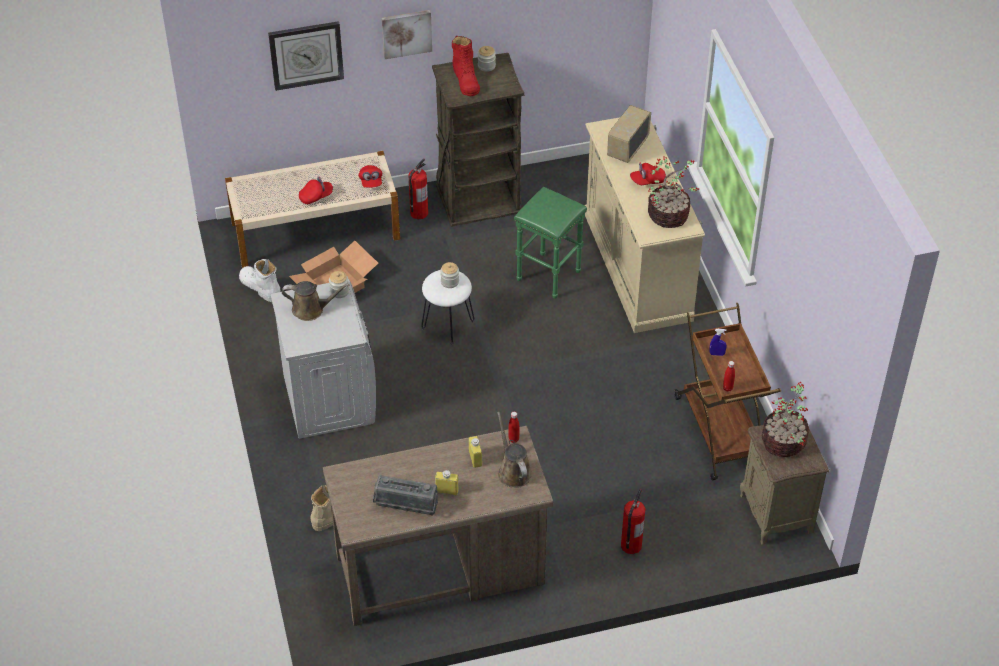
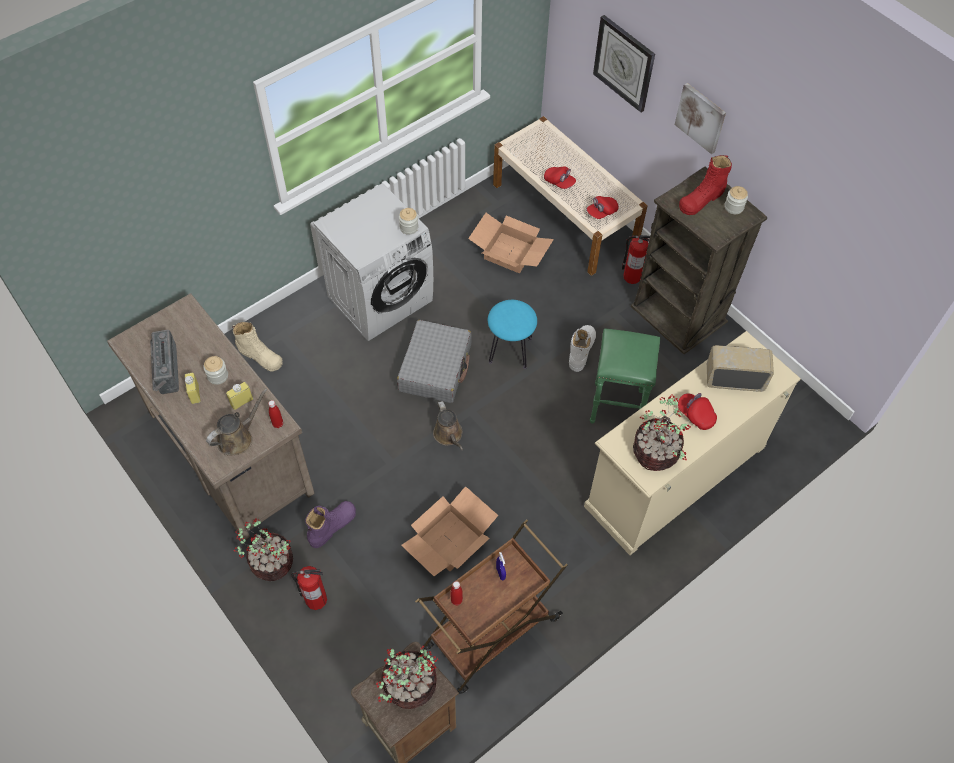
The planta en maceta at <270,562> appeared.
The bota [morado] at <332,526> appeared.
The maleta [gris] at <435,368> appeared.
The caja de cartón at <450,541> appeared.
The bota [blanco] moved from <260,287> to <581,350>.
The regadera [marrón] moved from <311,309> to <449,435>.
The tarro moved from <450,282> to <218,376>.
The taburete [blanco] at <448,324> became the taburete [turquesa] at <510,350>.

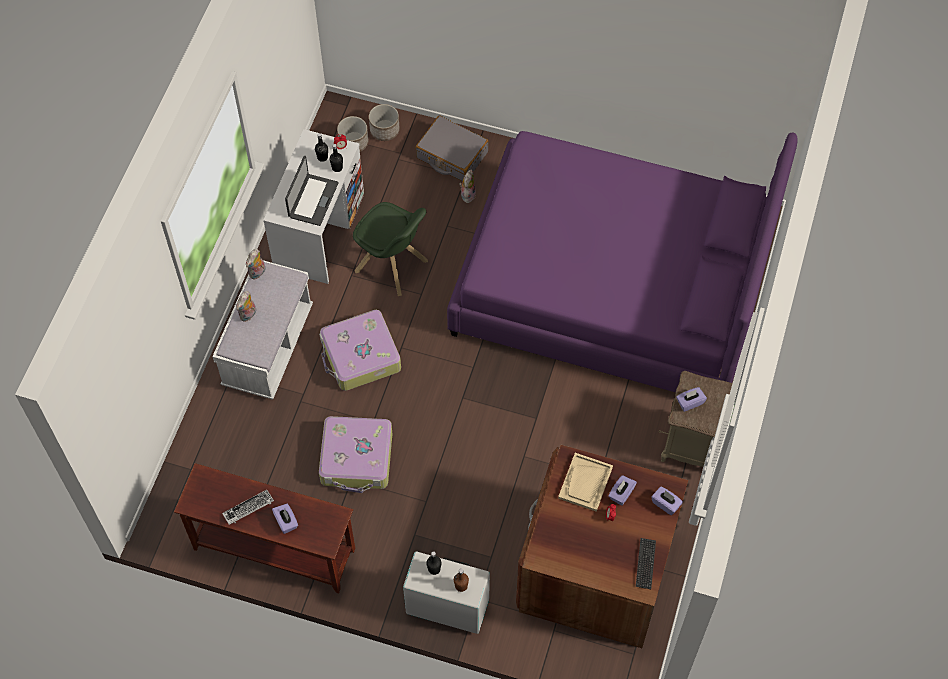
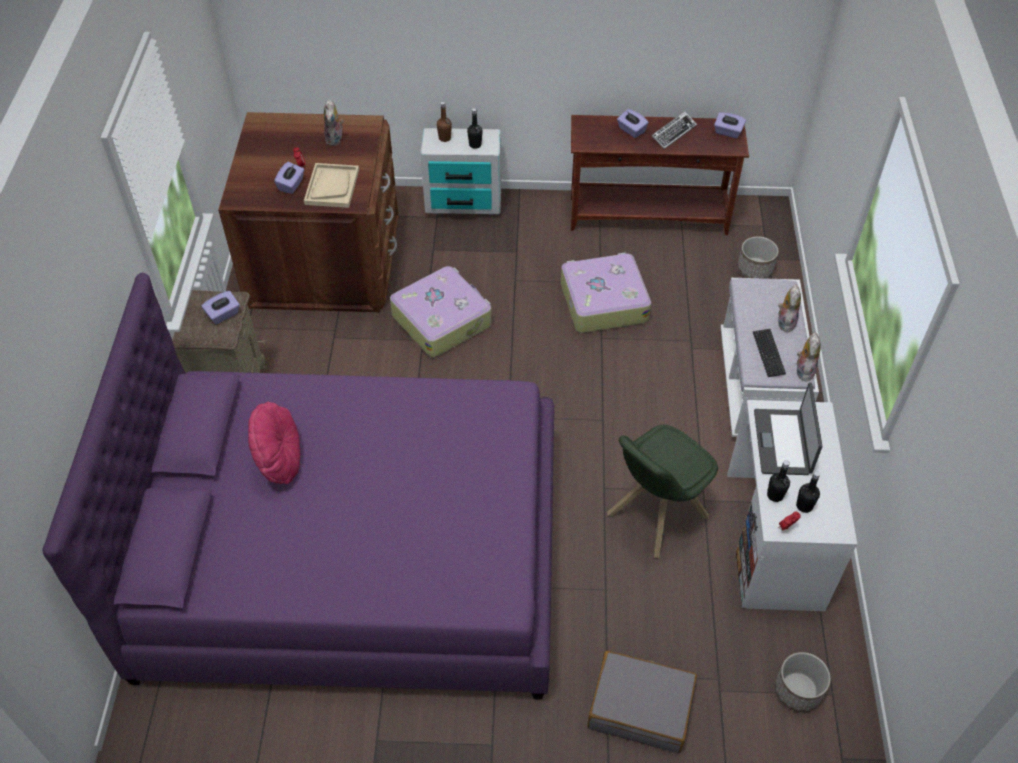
The cojín [rosa] at <280,463> appeared.
The maleta moved from <360,356> to <442,319>.
The maceta moved from <384,130> to <755,270>.
The peluche moved from <467,194> to <335,139>.
The teclado moved from <645,564> to <768,353>.
The caja de pañuelos [morado] moved from <666,504> to <728,132>.
The silla [verde] at <392,266> turned 60 degrees counterclockwise.

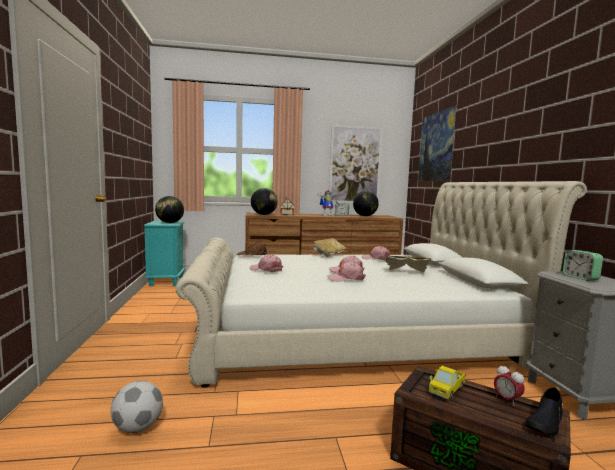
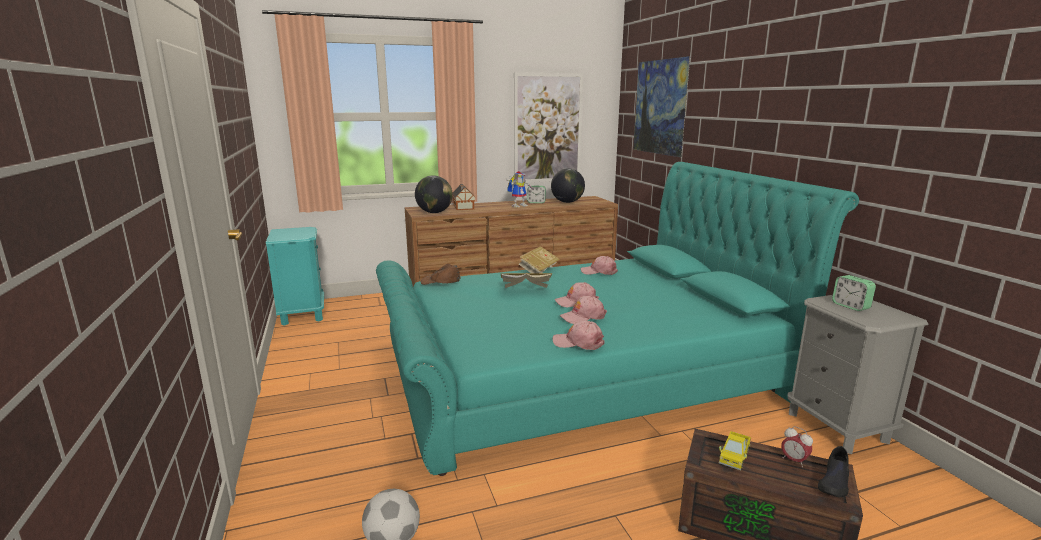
The globo terráqueo at <170,223> disappeared.
The gorra [rosa] moved from <266,269> to <578,342>.
The libro moved from <406,272> to <526,290>.
The cama [beis] at <352,331> became the cama [turquesa] at <581,369>.

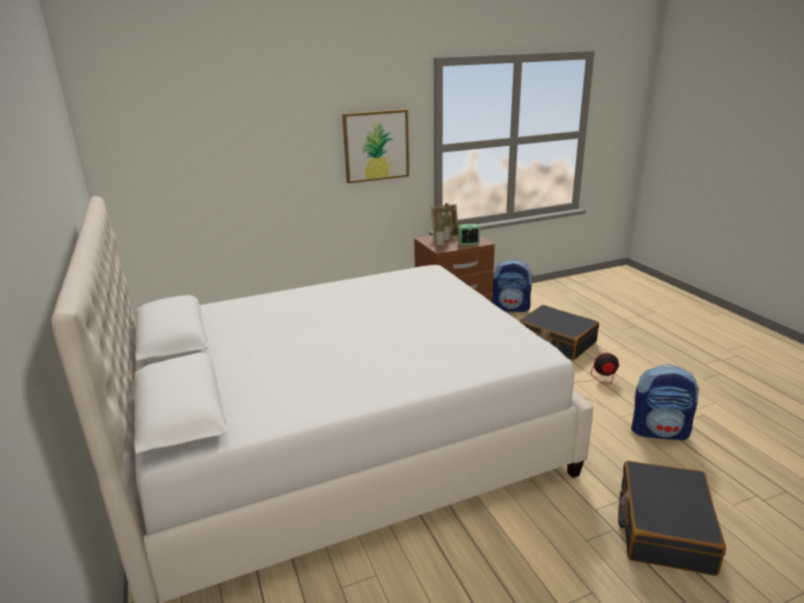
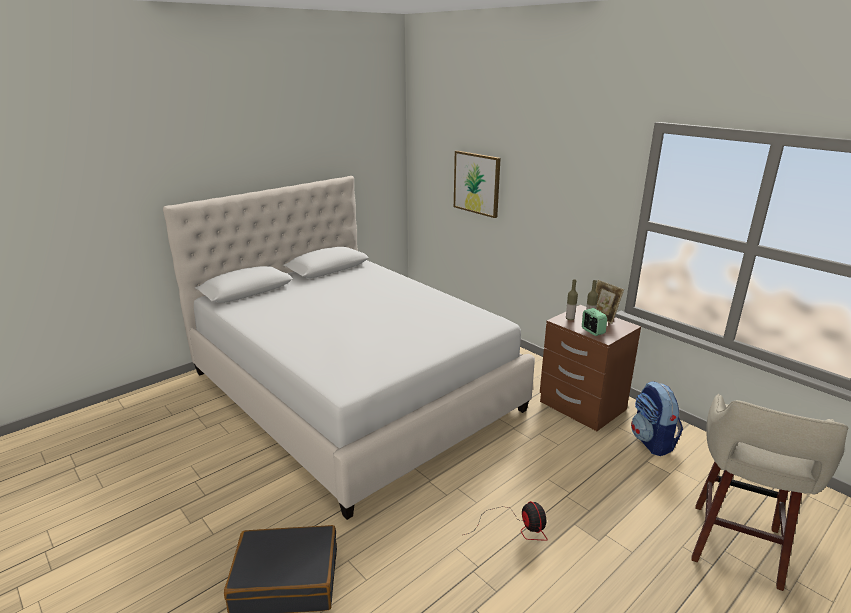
The maleta [negro] at <556,341> disappeared.
The mochila at <659,431> disappeared.
The taburete [beis] at <735,548> appeared.
The cuadro moved from <376,146> to <477,183>.

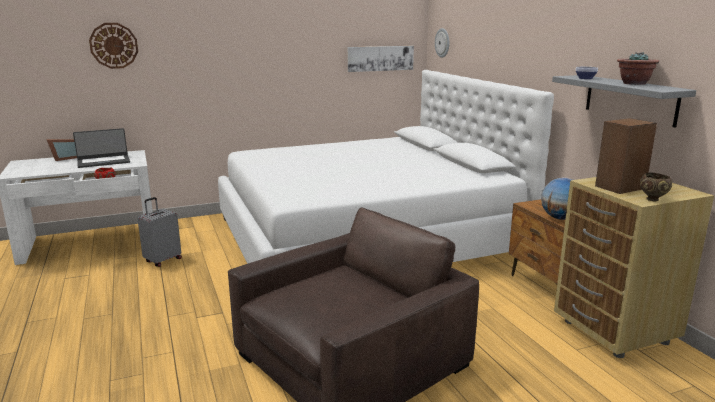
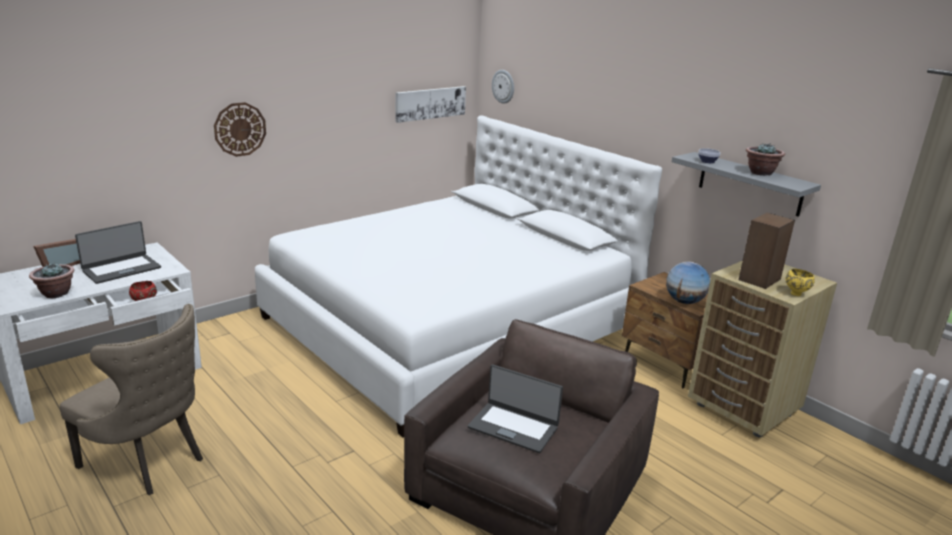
The maleta [gris] at <162,260> disappeared.
The planta en maceta at <56,293> appeared.
The silla [beis] at <148,461> appeared.
The portátil at <513,427> appeared.
The reloj de pared moved from <114,45> to <240,129>.
The cuenco [marrón] at <653,199> became the cuenco [amarillo] at <796,294>.

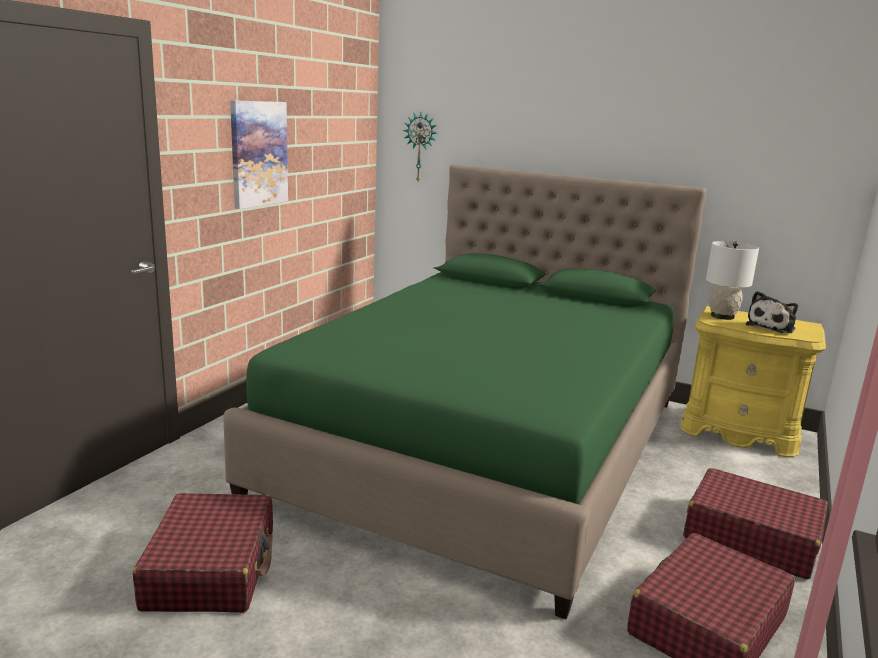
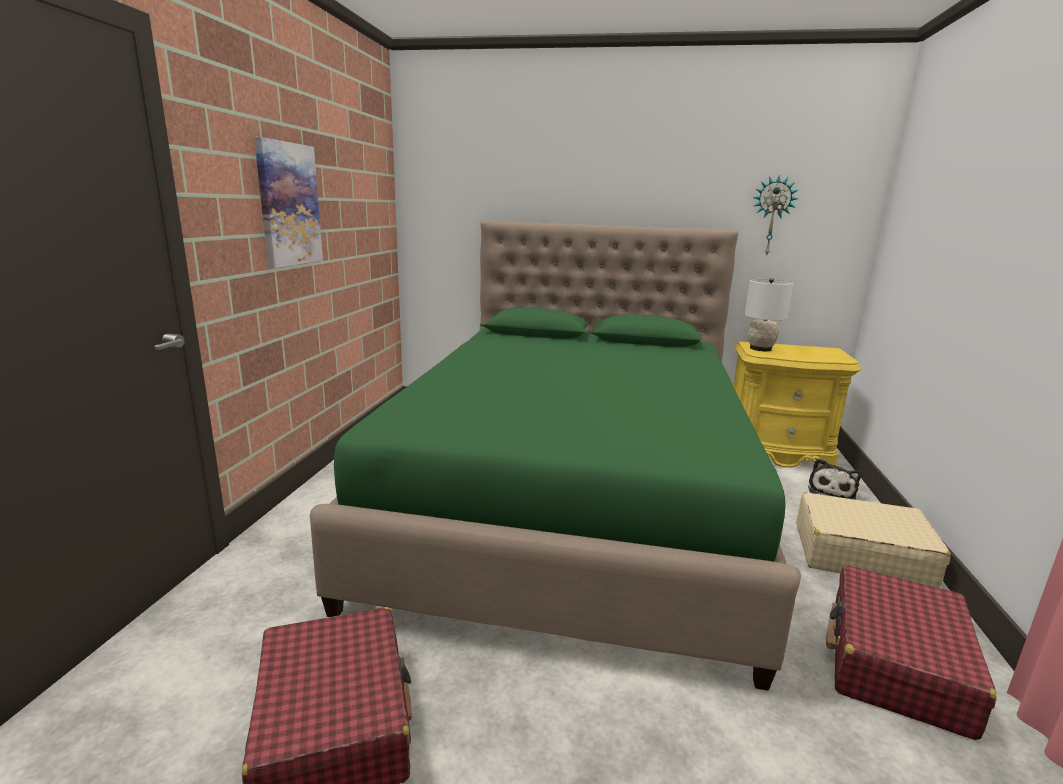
The reloj de pared moved from <420,147> to <772,216>.
The peluche moved from <772,327> to <831,490>.
The maleta [rojo] at <750,537> became the maleta [beis] at <860,555>.

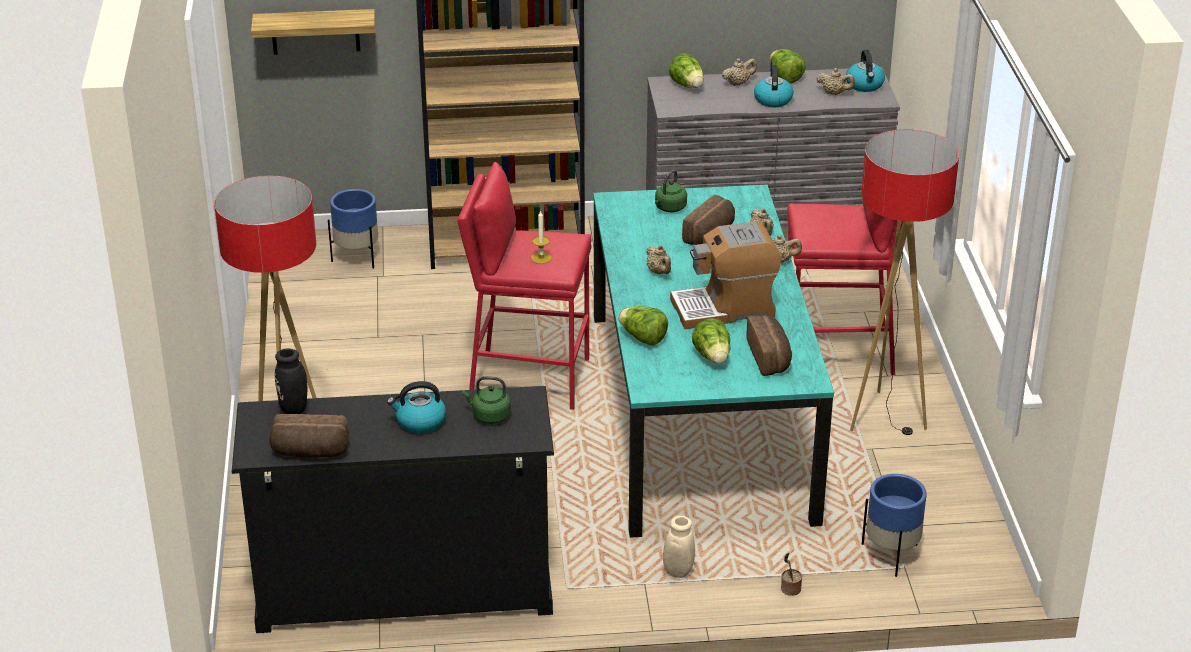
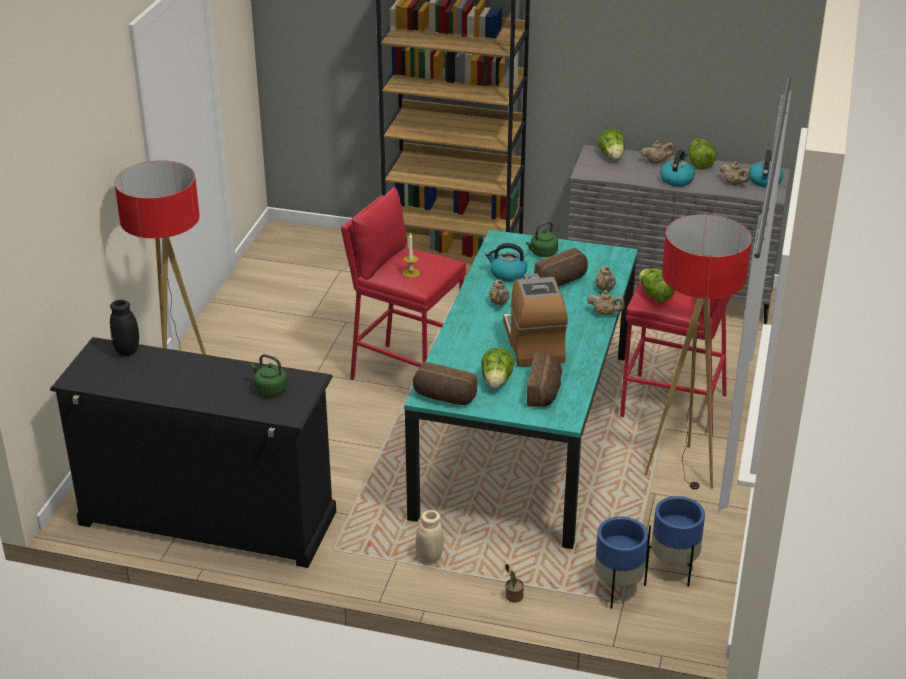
The estante at <315,31> disappeared.
The pan moved from <310,452> to <443,397>.
The maceta [azul] moved from <357,258> to <674,567>.
The hervidor moved from <420,422> to <507,274>.
The lechuga moved from <643,338> to <655,295>.
The cafetera at <724,308> turned 75 degrees clockwise.

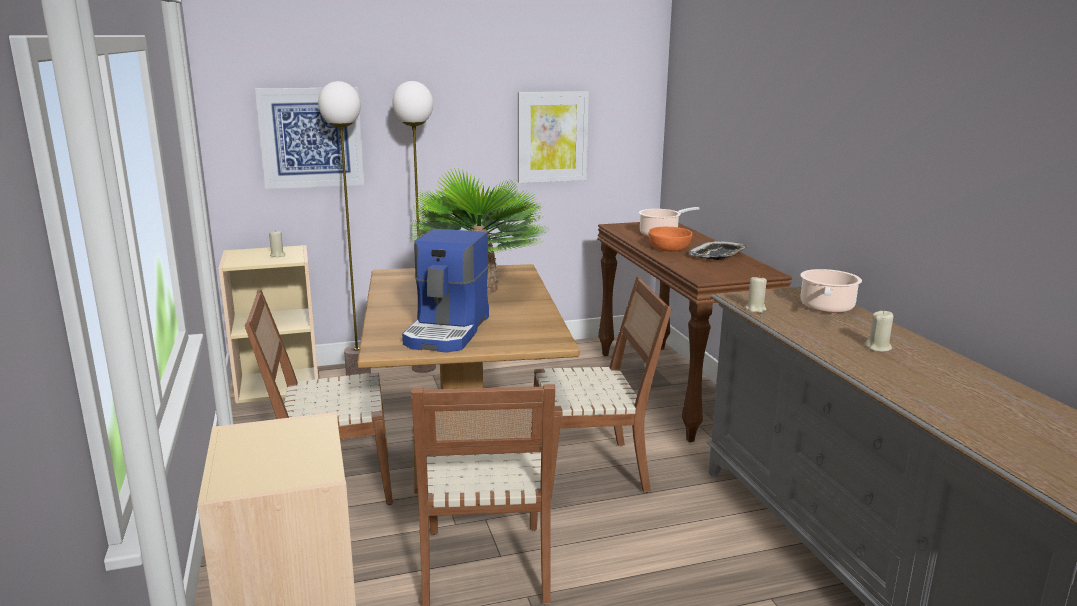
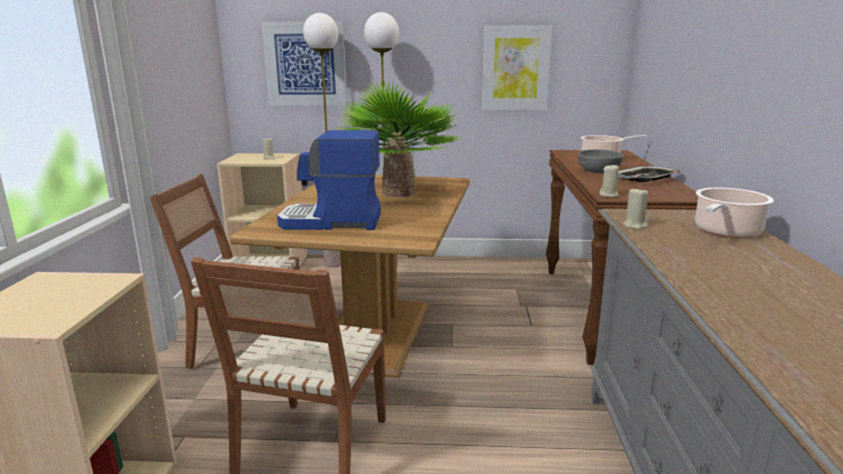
The silla at <593,471> disappeared.
The vela [beis] moved from <878,348> to <609,195>.
The cuenco [naranja] at <669,248> became the cuenco [gris] at <599,170>.
The cafetera at <448,331> turned 60 degrees clockwise.

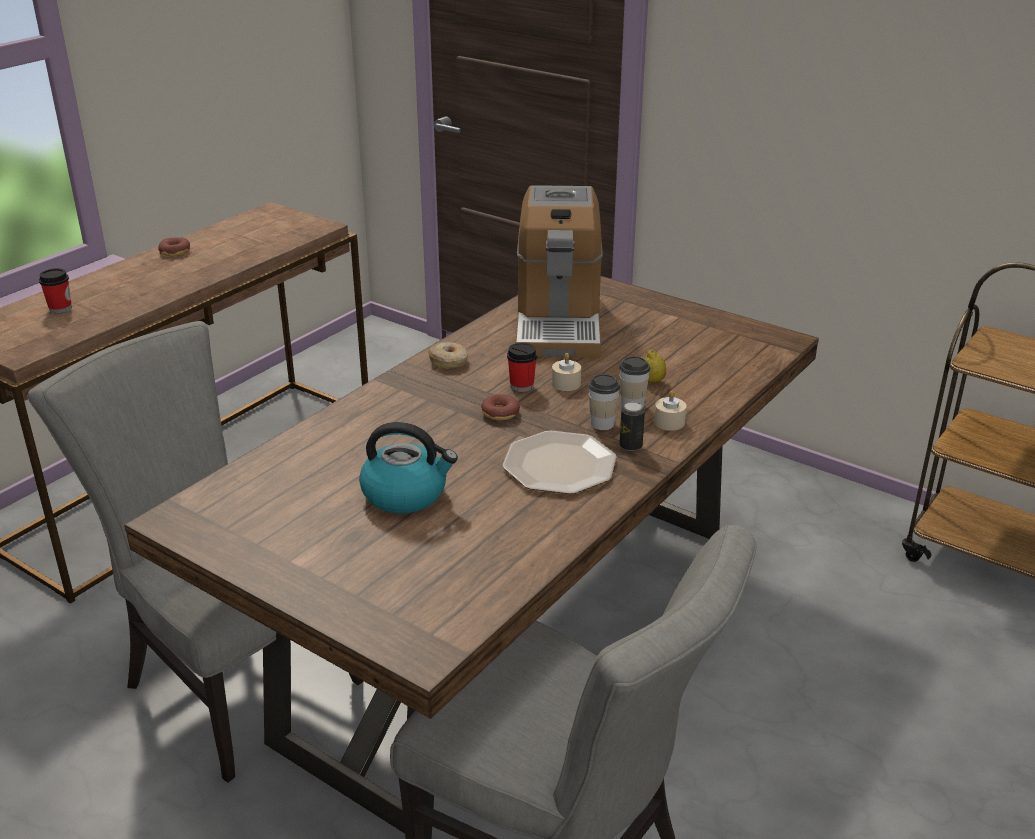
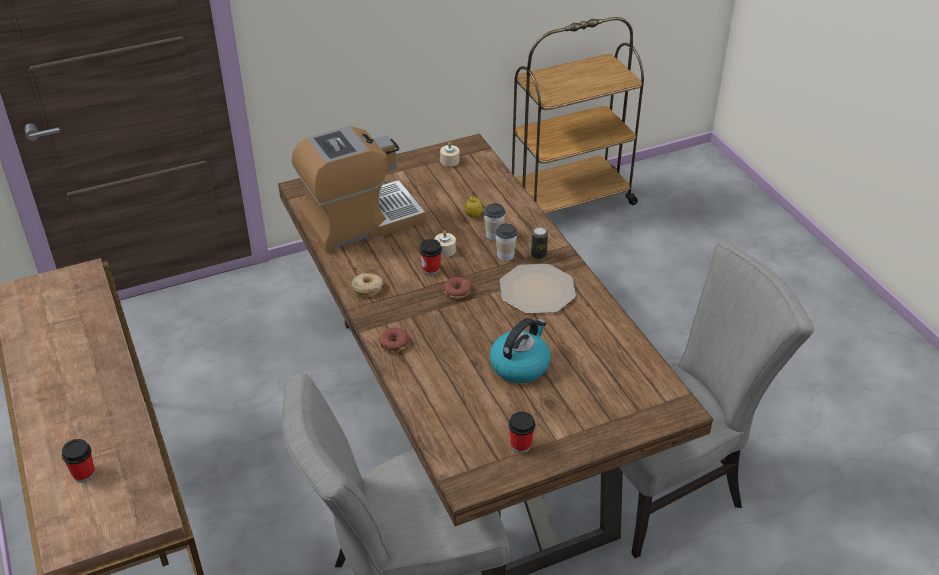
The taza at <520,445> appeared.
The rosquilla moved from <175,251> to <394,343>.
The vela [beis] moved from <669,422> to <449,161>.
The cafetera at <558,323> turned 60 degrees counterclockwise.

